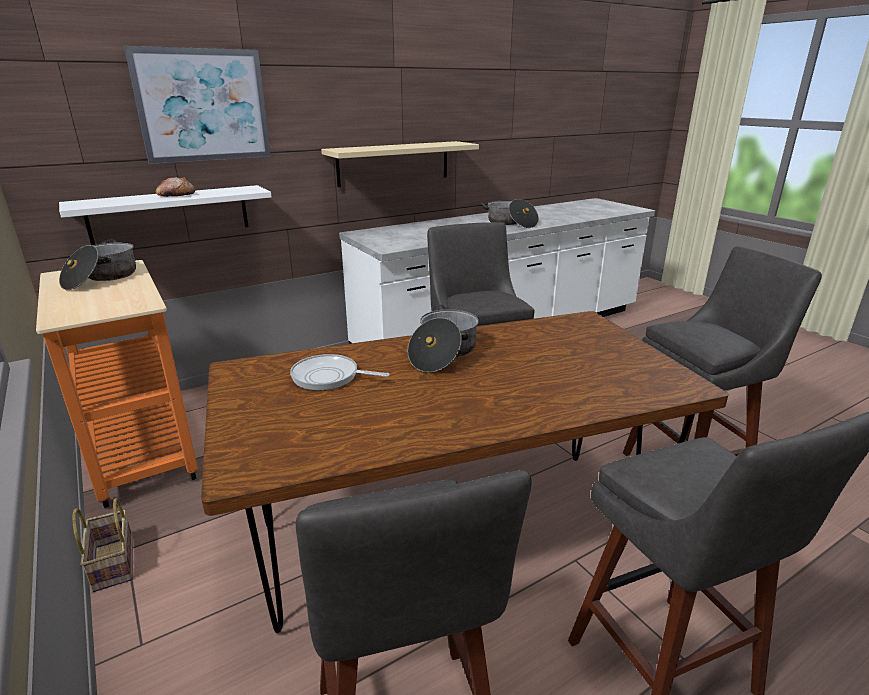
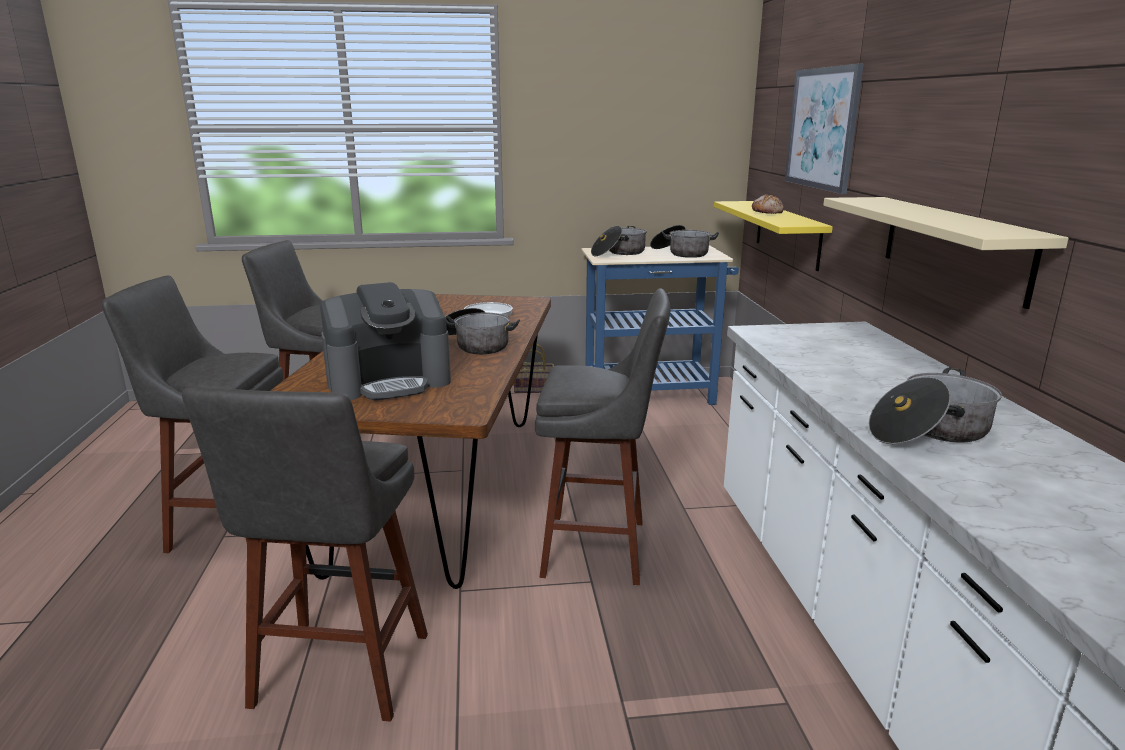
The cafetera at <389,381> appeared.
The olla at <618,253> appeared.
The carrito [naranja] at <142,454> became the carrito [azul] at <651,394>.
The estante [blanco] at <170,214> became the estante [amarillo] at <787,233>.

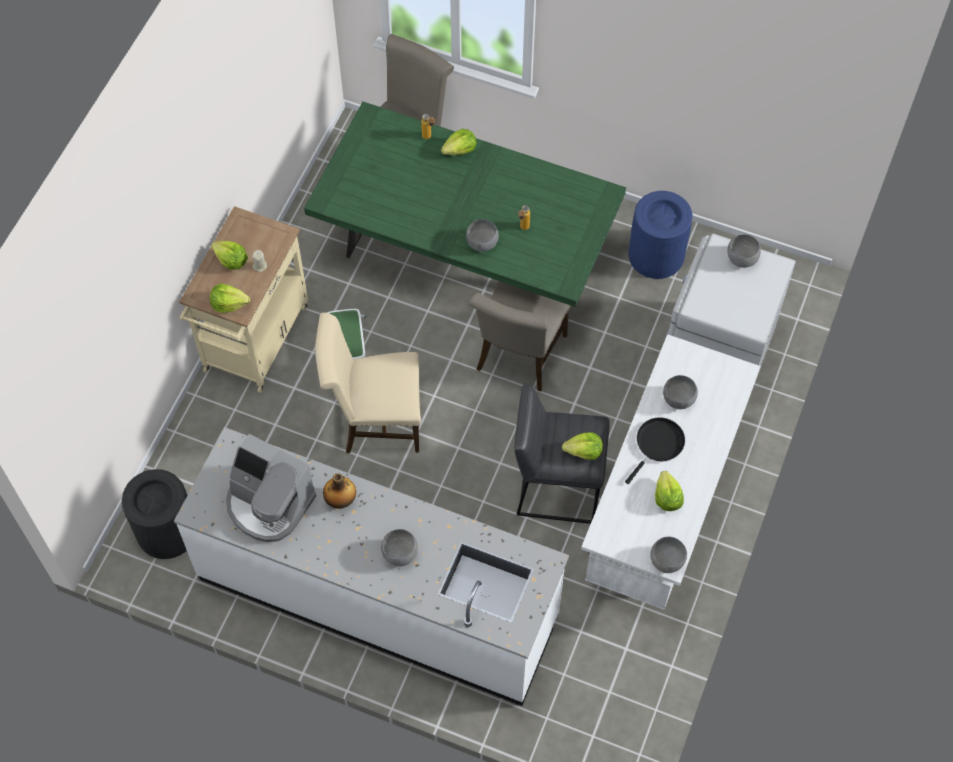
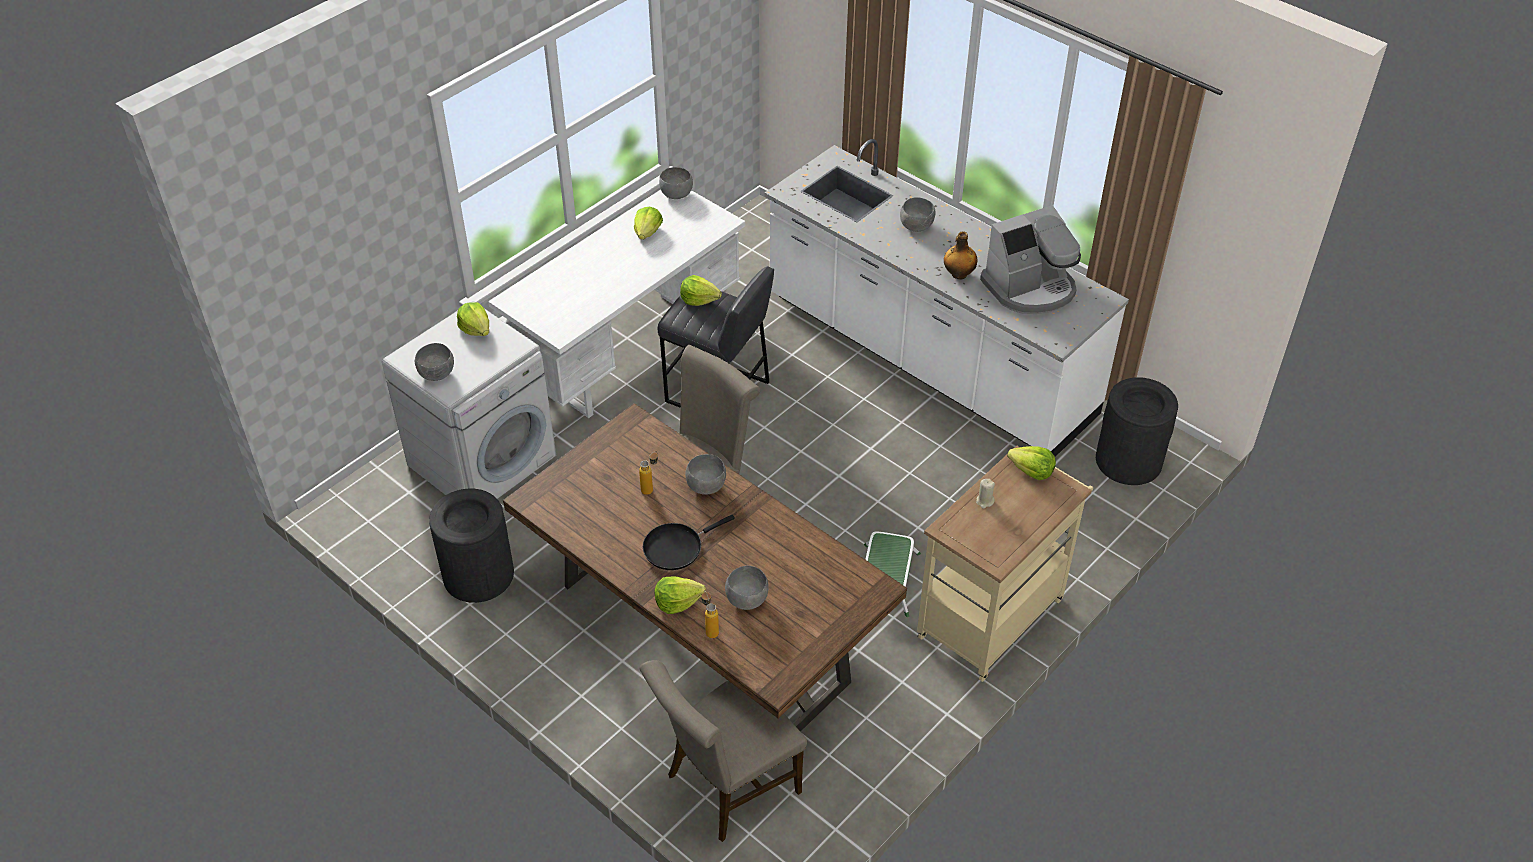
The silla [beis] at <375,421> disappeared.
The lechuga moved from <231,260> to <476,329>.
The sartén [negro] moved from <657,444> to <676,547>.
The cuenco [gris] moved from <678,400> to <747,599>.
The mesa de comedor [verde] at <467,261> became the mesa de comedor [marrón] at <702,634>.
The papelera [azul] at <656,255> became the papelera [negro] at <478,574>.
The cafetera at <269,504> turned 105 degrees clockwise.

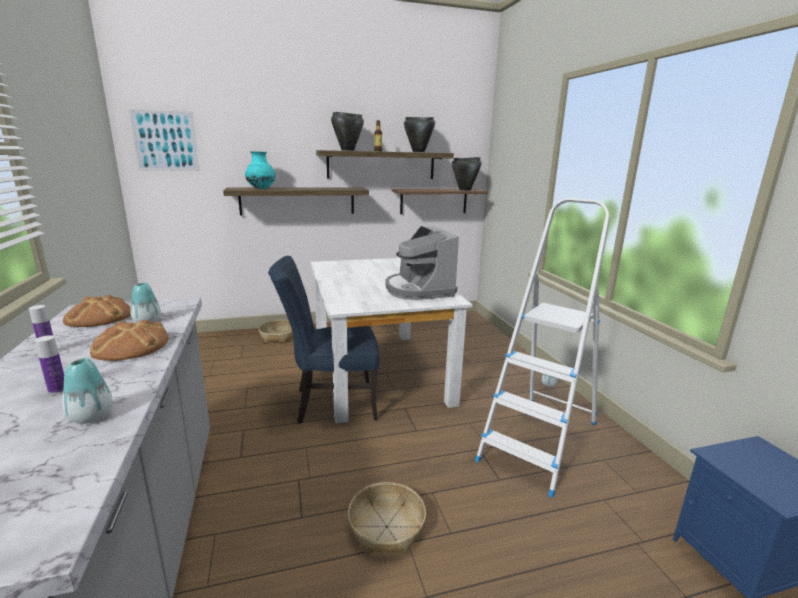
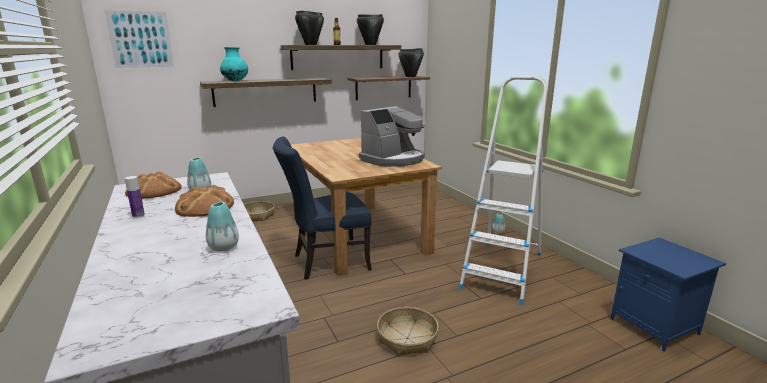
The botella at <57,390> disappeared.
The mesa de comedor [blanco] at <380,371> became the mesa de comedor [marrón] at <359,235>.
The cafetera at <418,290> turned 105 degrees counterclockwise.

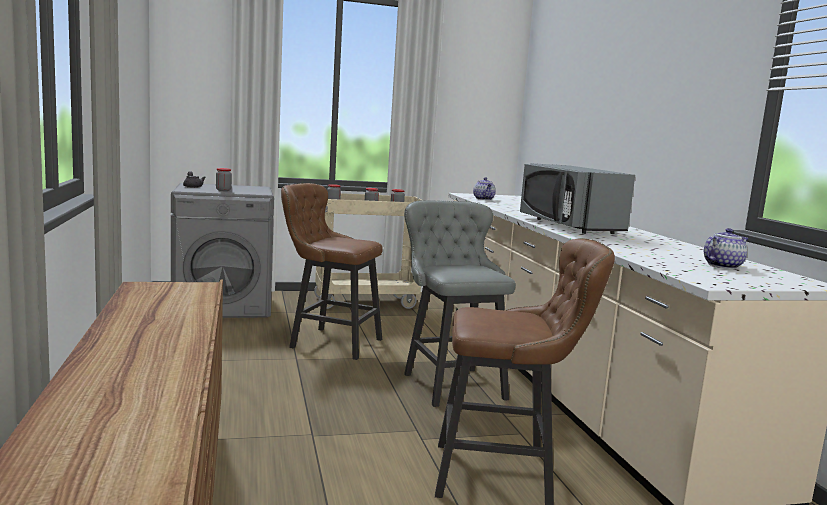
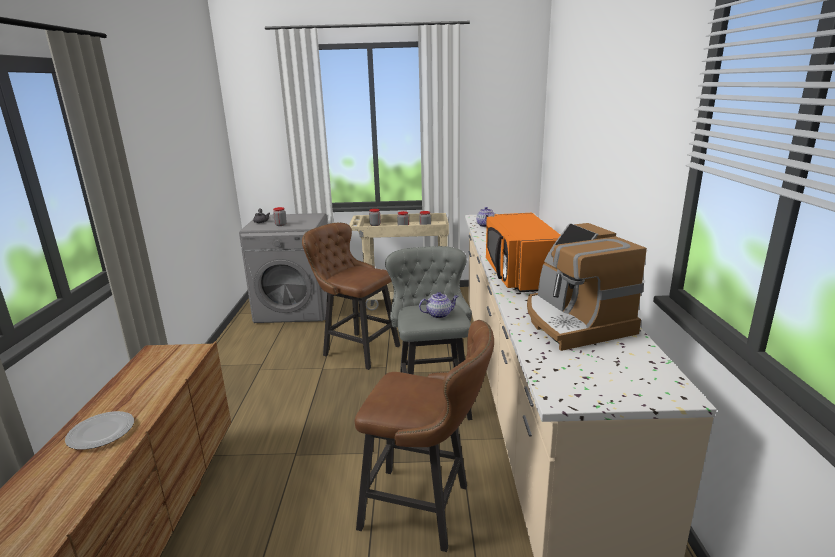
The plato at <101,433> appeared.
The cafetera at <573,322> appeared.
The tetera moved from <723,266> to <439,314>.
The microondas [gris] at <567,226> became the microondas [naranja] at <520,276>.

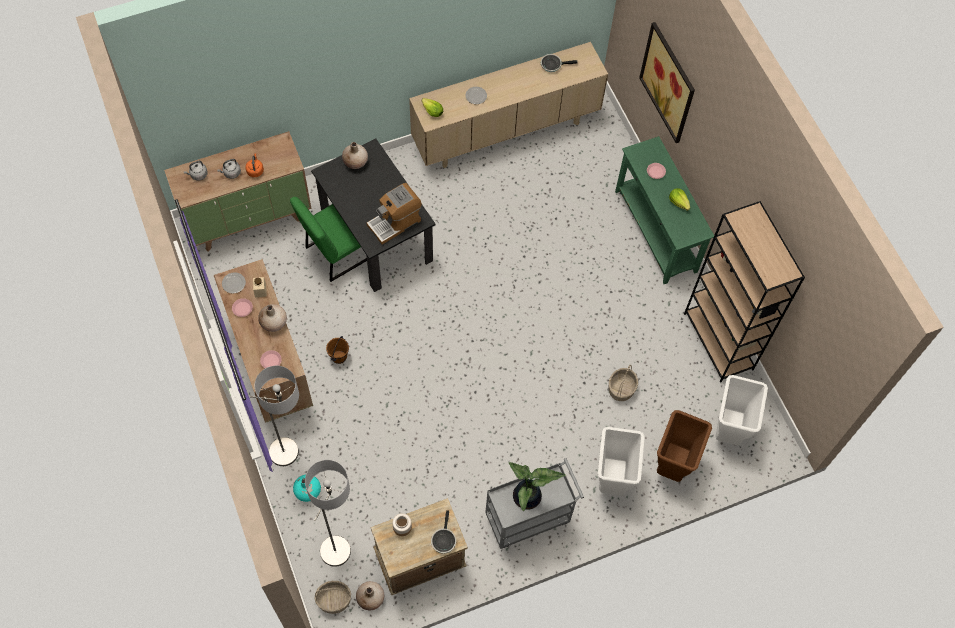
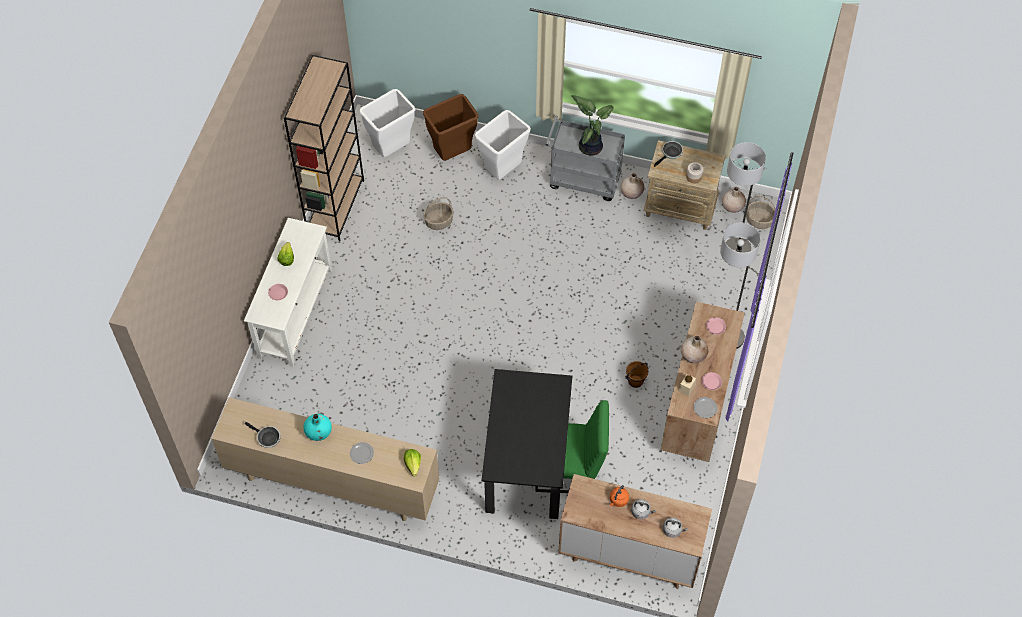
The cafetera at <395,222> disappeared.
The cuadro at <668,82> disappeared.
The florero [turquesa] moved from <307,491> to <319,432>.
The florero [beis] moved from <355,162> to <631,192>.
The mesa consola [verde] at <656,231> became the mesa consola [blanco] at <295,313>.

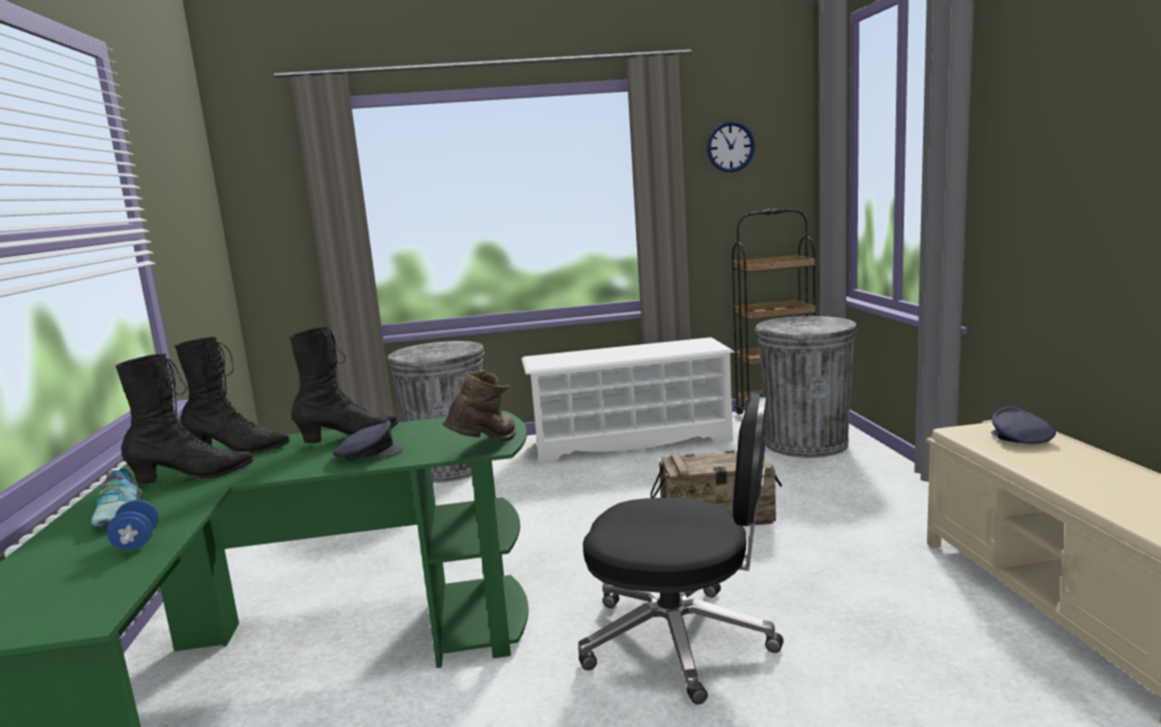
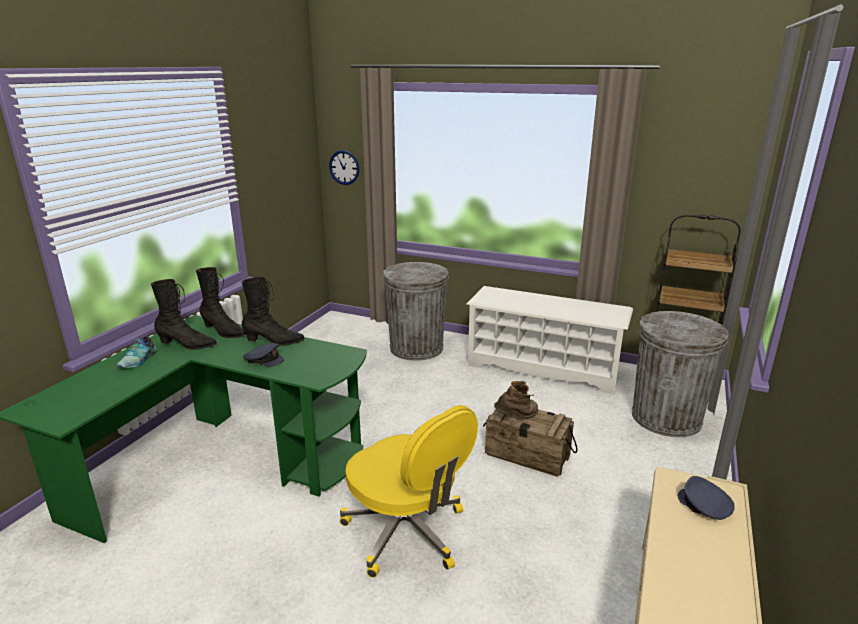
The mancuerna [azul] at <137,542> disappeared.
The bota [marrón] moved from <486,447> to <517,418>.
The reloj de pared moved from <730,147> to <344,167>.
The silla de oficina [negro] at <681,640> became the silla de oficina [amarillo] at <407,532>.
The gorra [gris] at <1019,439> turned 60 degrees counterclockwise.

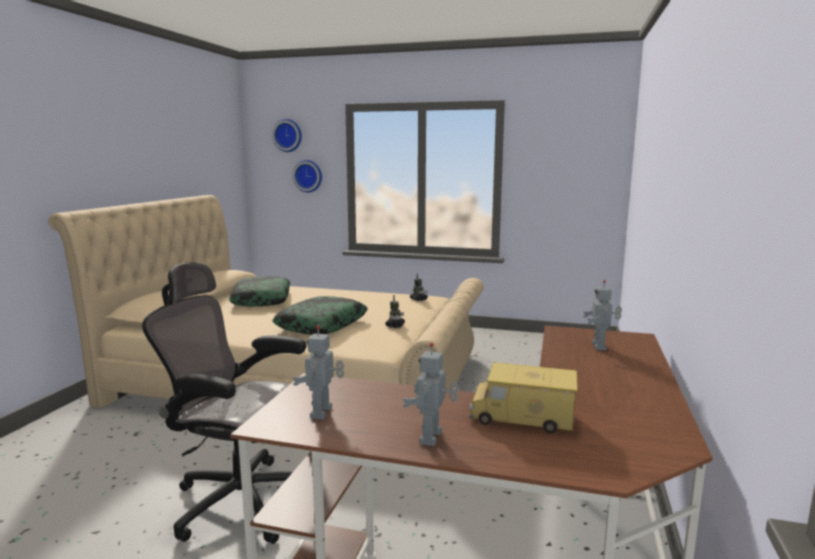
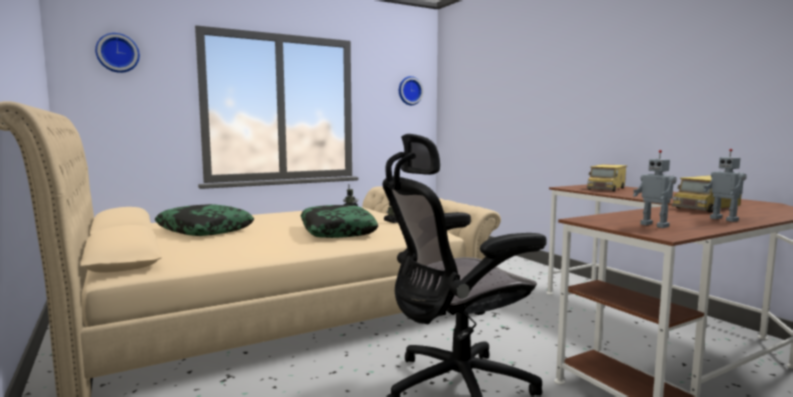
The reloj de pared moved from <308,176> to <409,91>.
The robot de juguete at <600,346> was replaced by the camión de juguete at <606,188>.

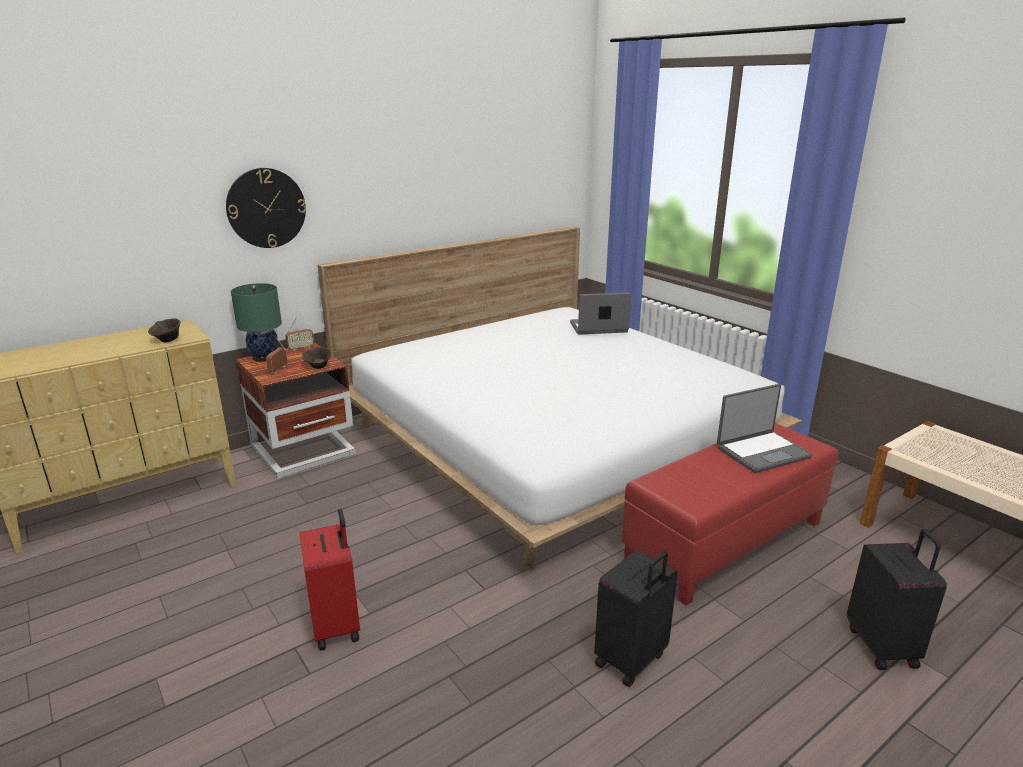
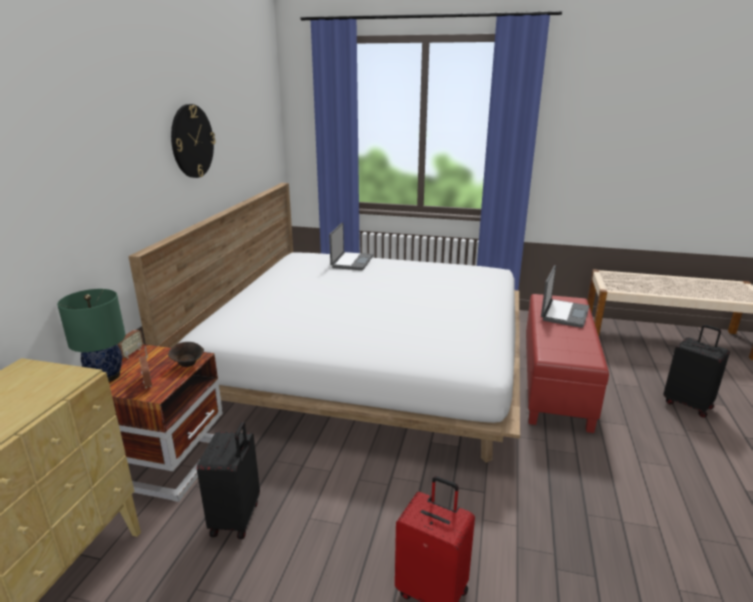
The cuenco [marrón] at <167,340> disappeared.
The reloj de pared moved from <266,208> to <192,141>.
The maleta [negro] moved from <632,660> to <237,518>.
The portátil at <598,328> turned 150 degrees clockwise.

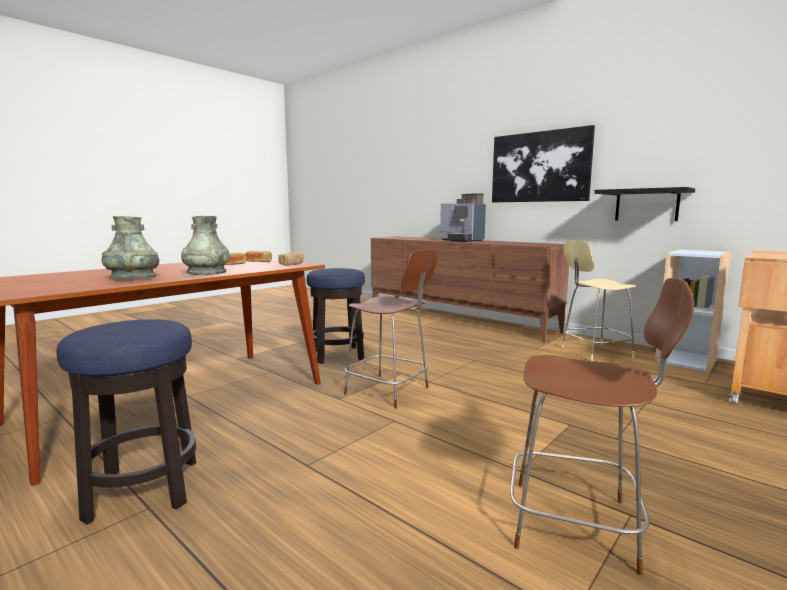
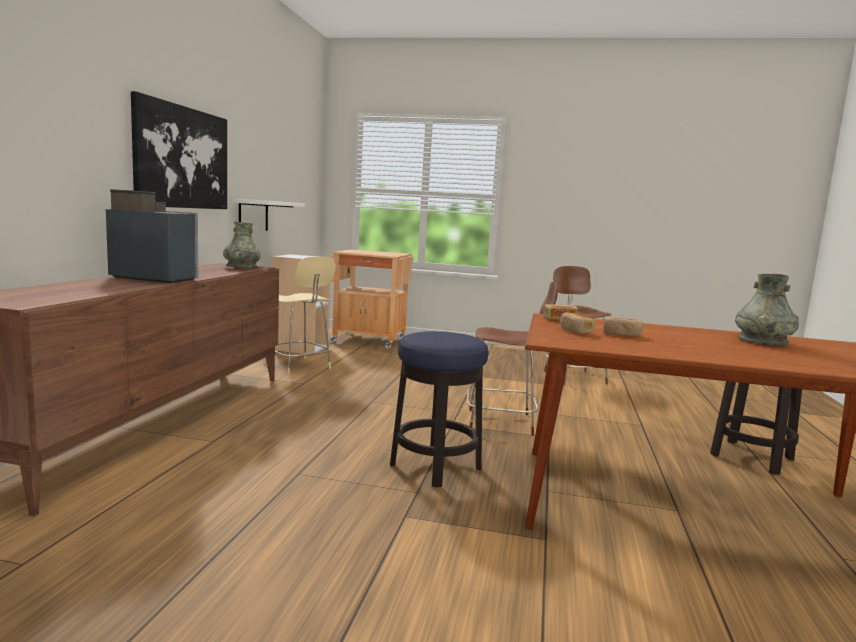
The florero [gris] moved from <206,272> to <242,268>.
The estante [negro] at <646,205> became the estante [blanco] at <253,215>.
The silla [marrón] at <389,391> turned 90 degrees clockwise.
The cafetera at <461,240> turned 90 degrees counterclockwise.

